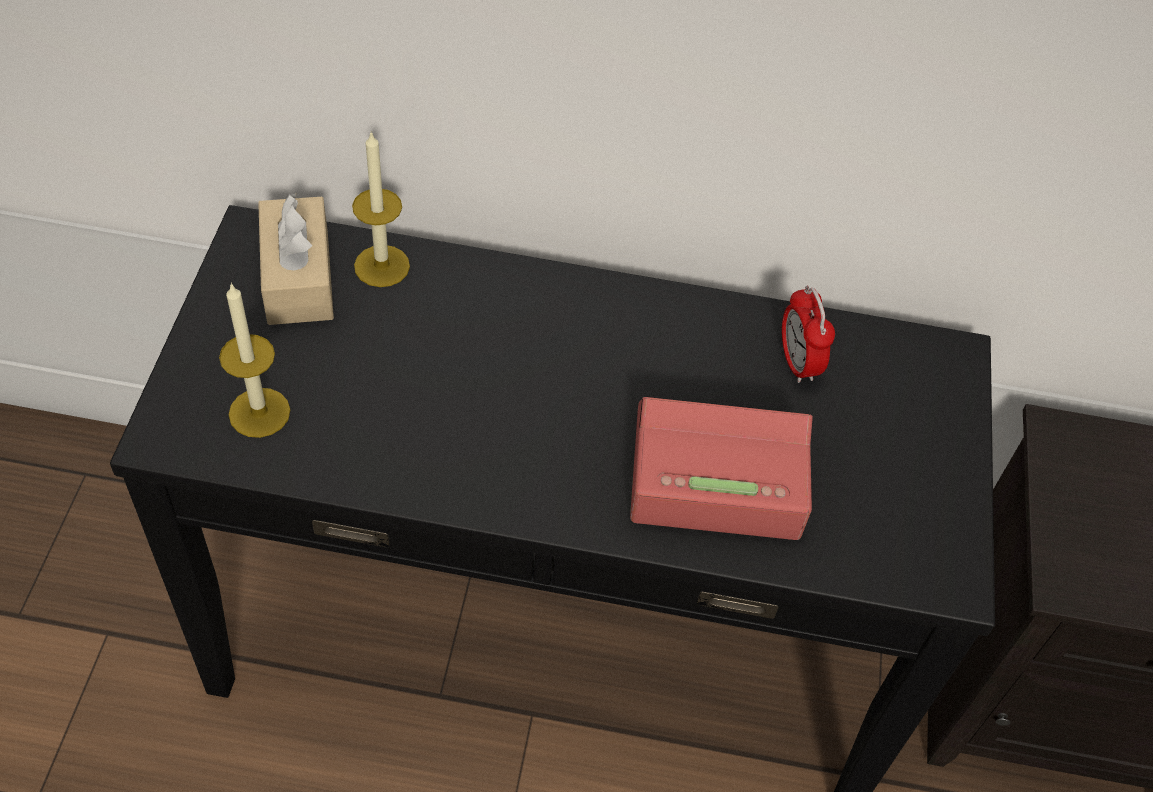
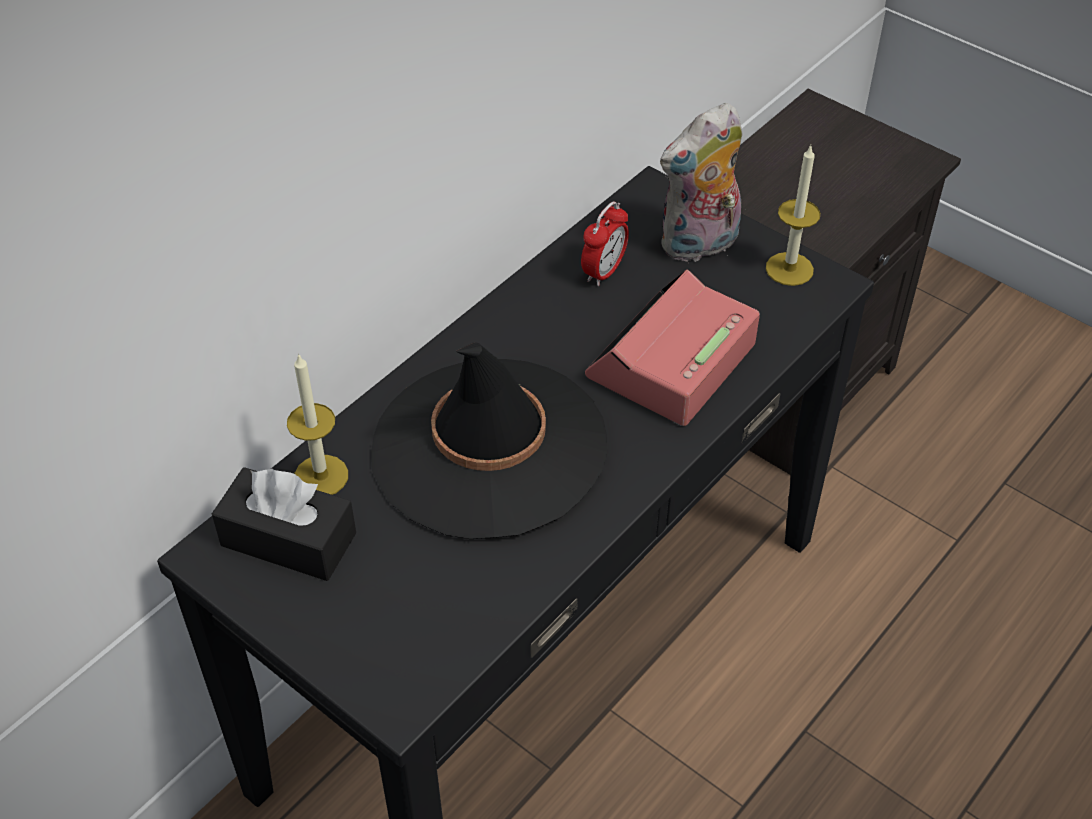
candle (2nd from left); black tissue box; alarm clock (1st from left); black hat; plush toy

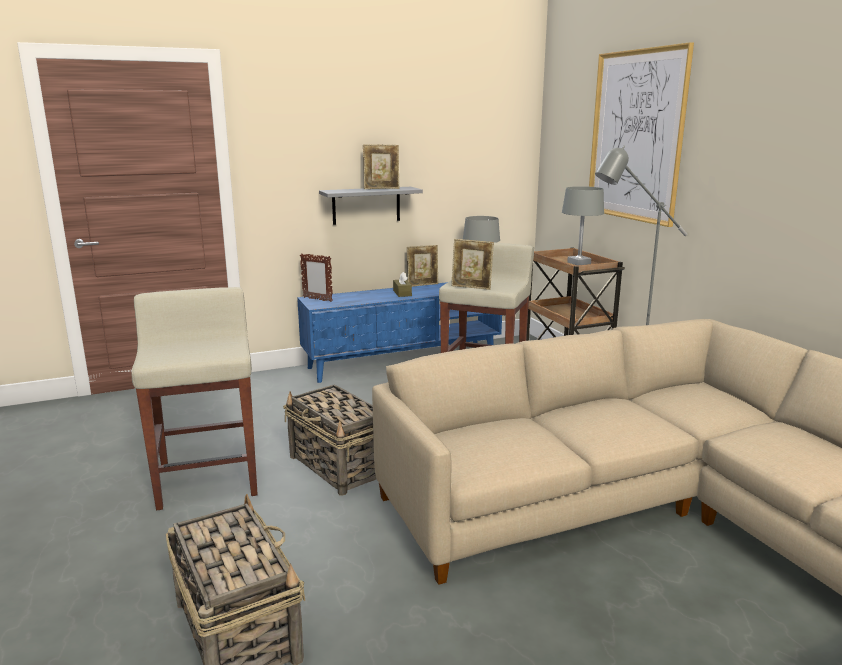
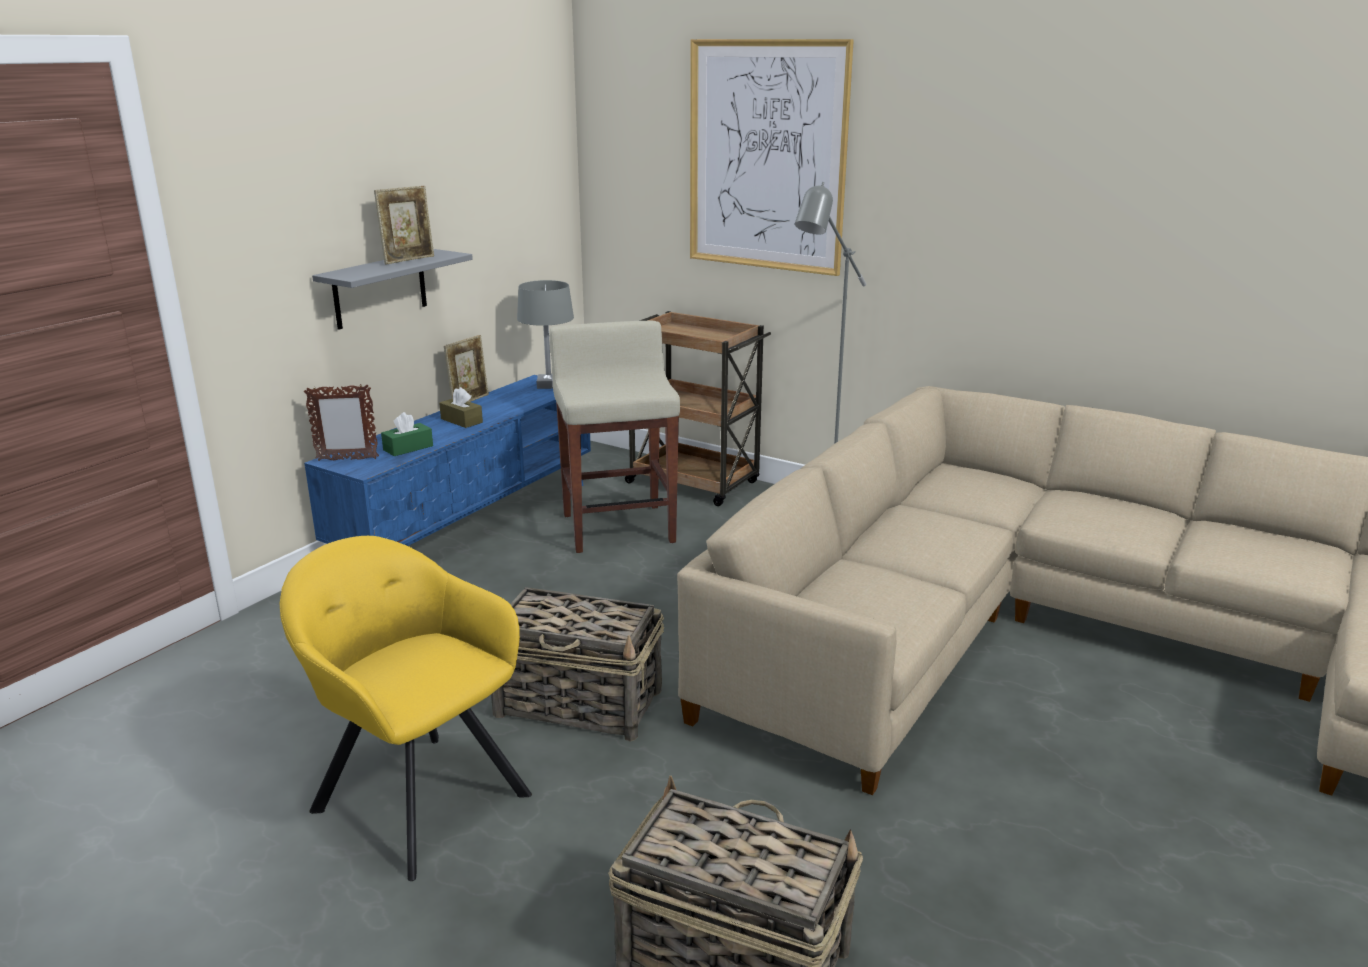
yellow armchair; picture frame (4th from left in the first image); grey table lamp (2nd from left in the first image); green tissue box

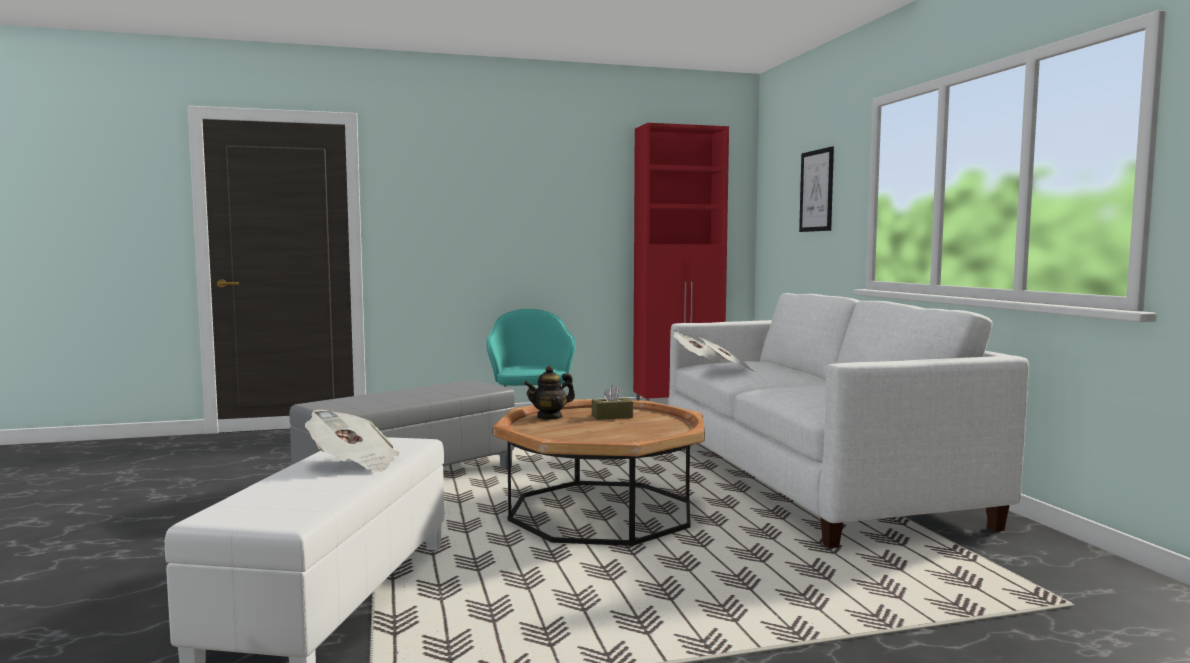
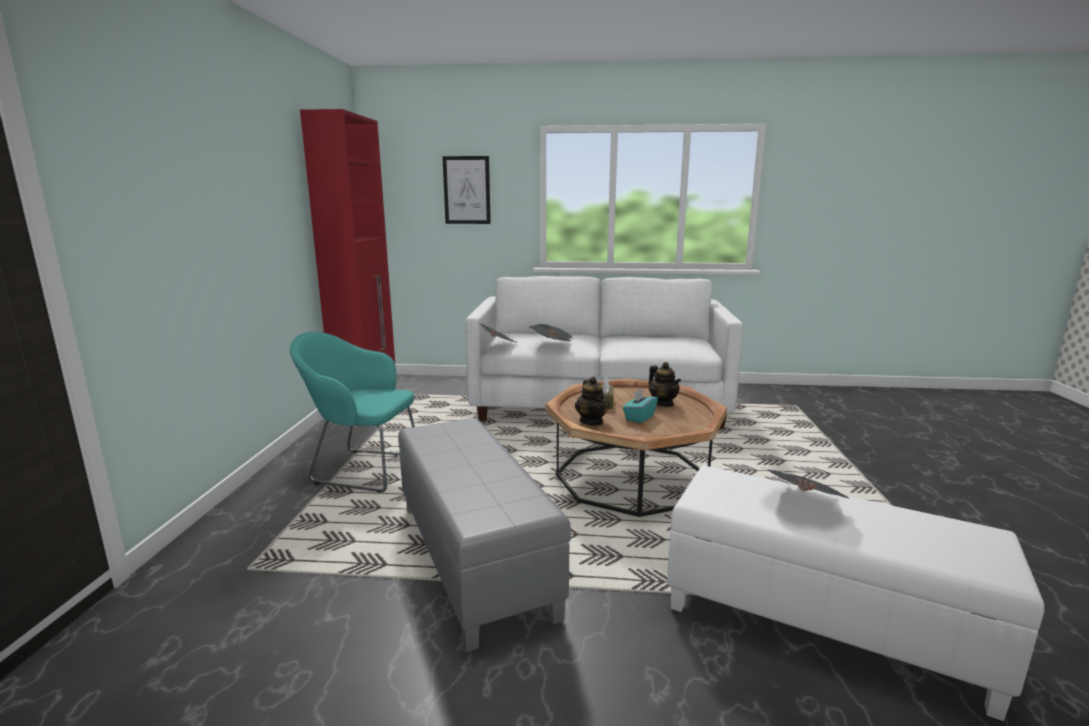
turquoise tissue box; teapot (2nd from left)

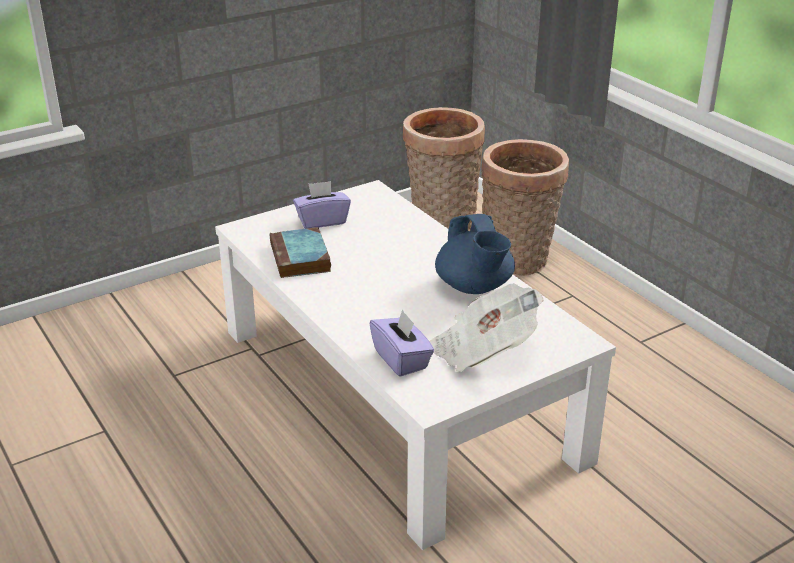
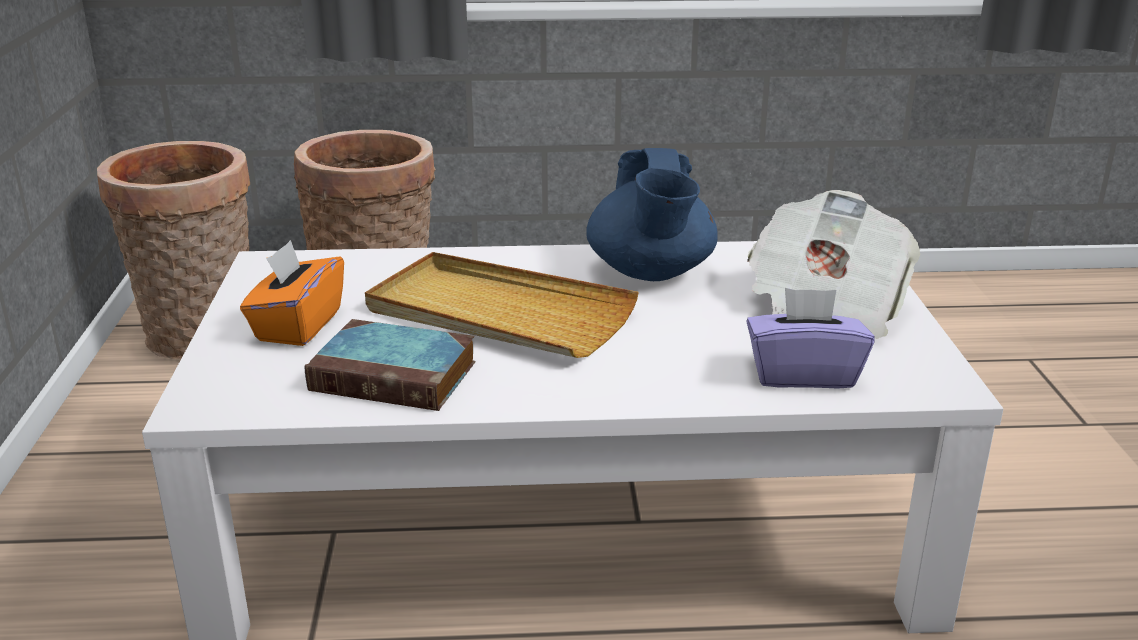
orange tissue box; blue teapot; beige tray

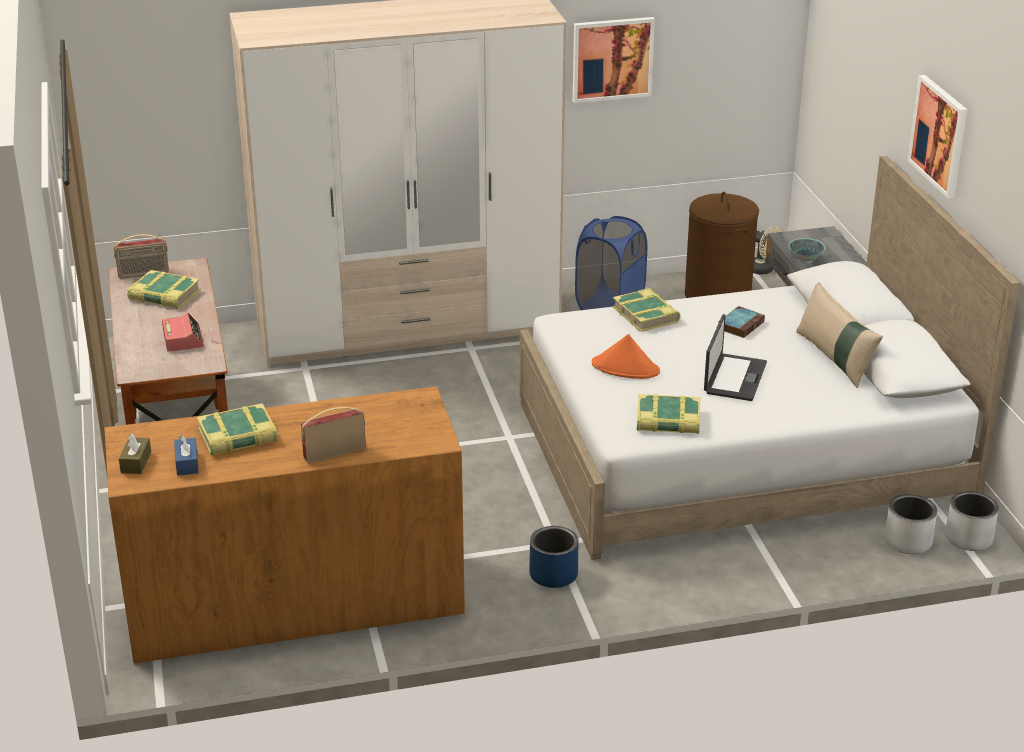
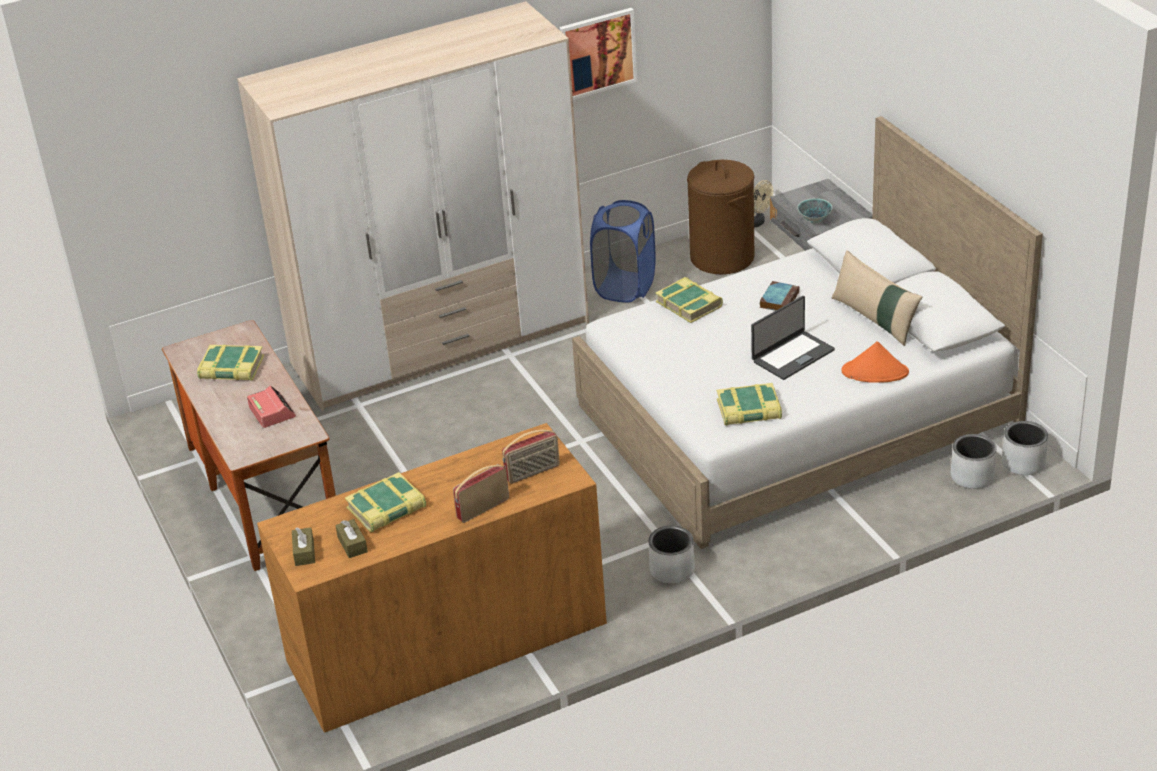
radio (2nd from left); brown tissue box (2nd from left); grey planter (1st from left); orange hat; laptop; picture (2nd from left in the first image)

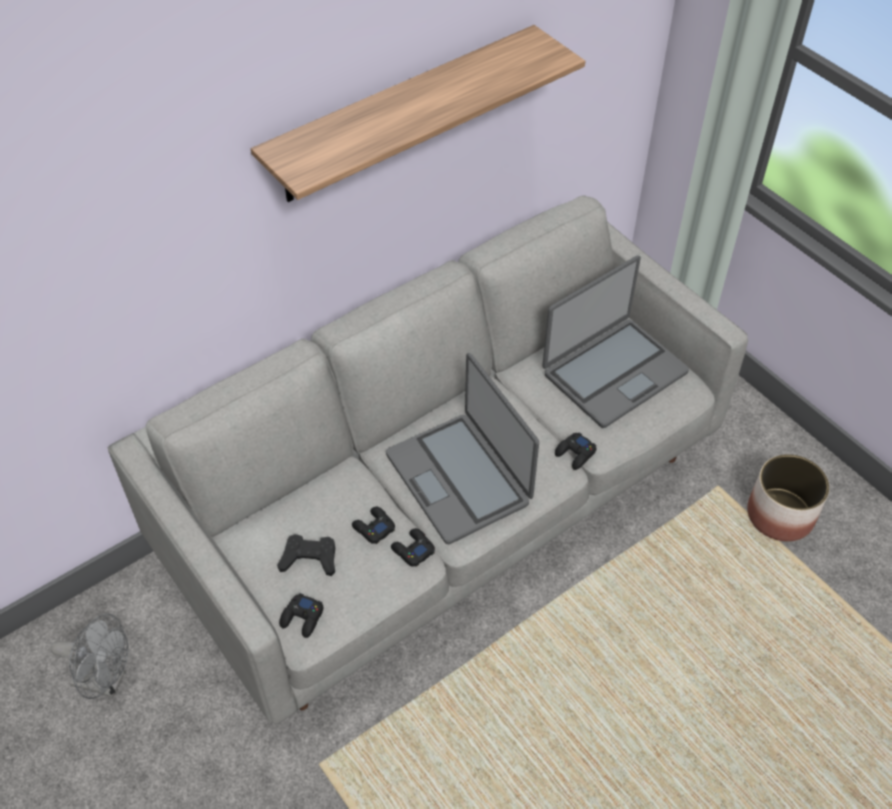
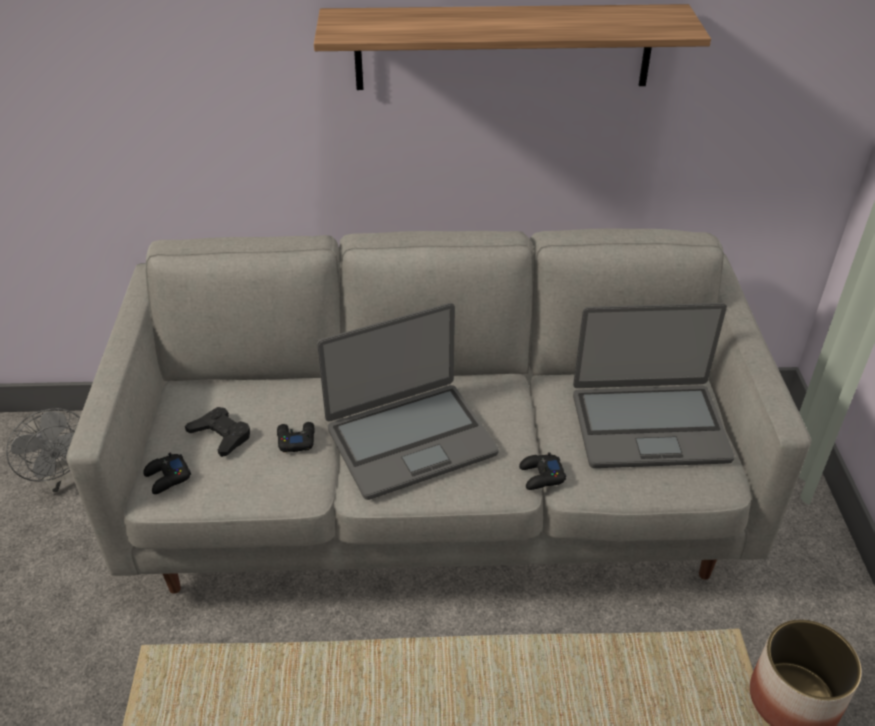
laptop (1st from left); black game controller (4th from left in the first image)

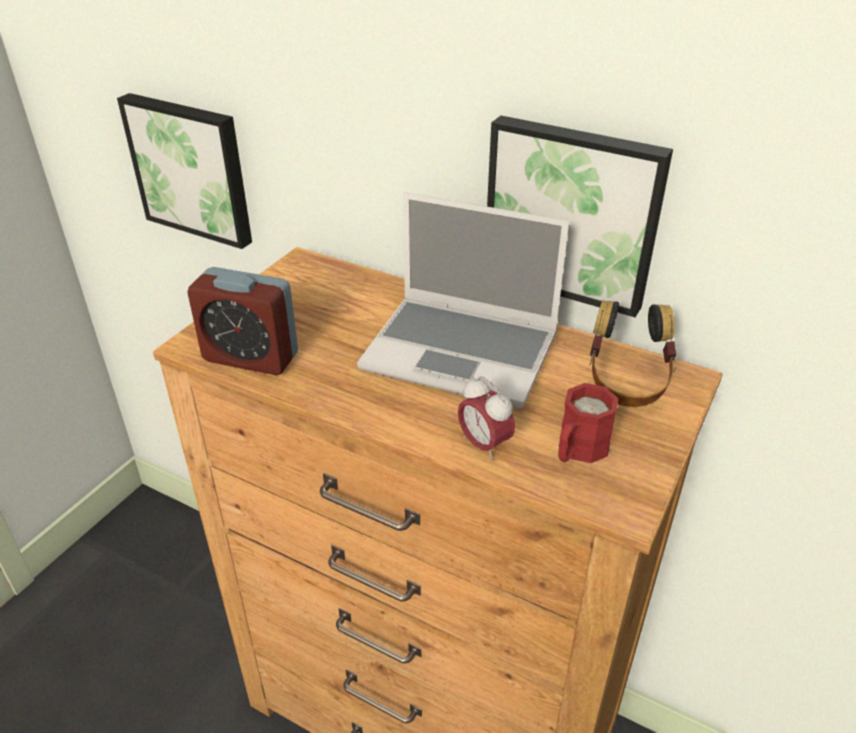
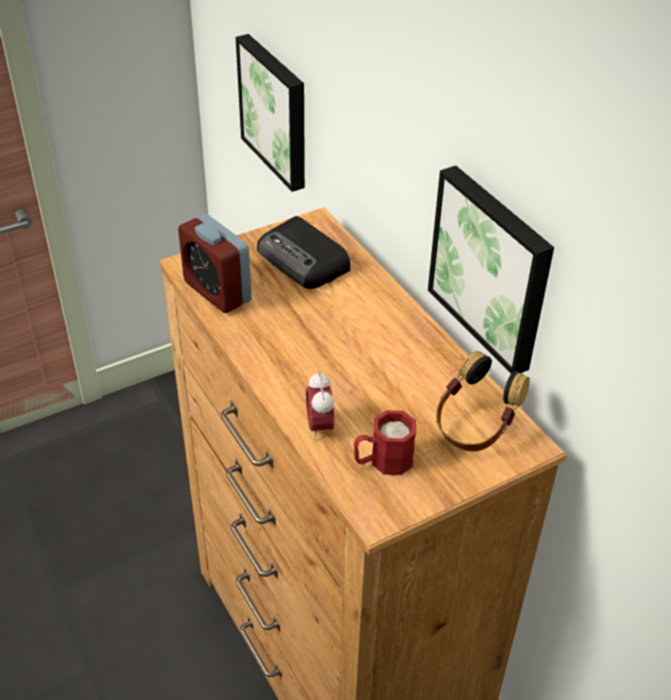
laptop; radio

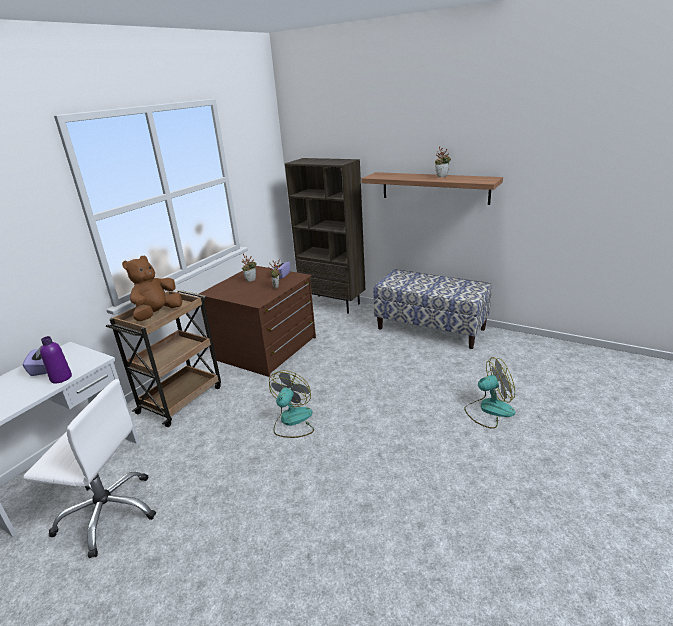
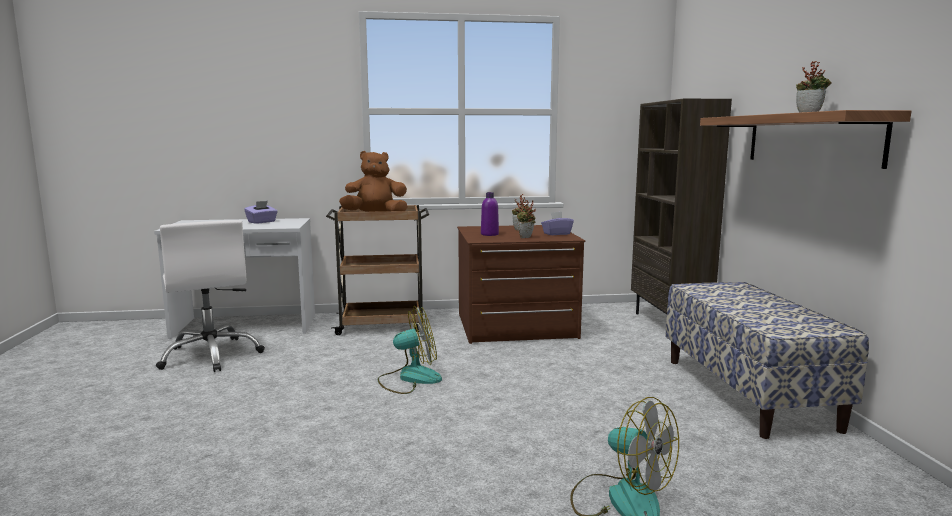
purple bottle

